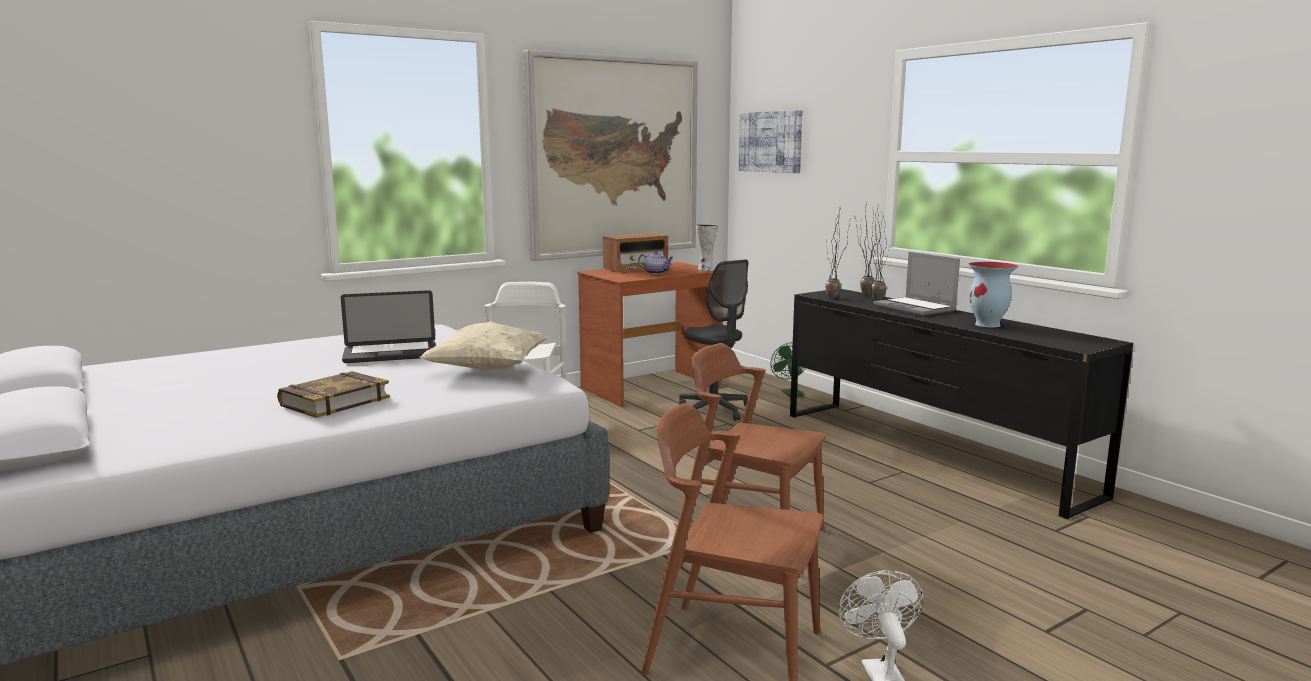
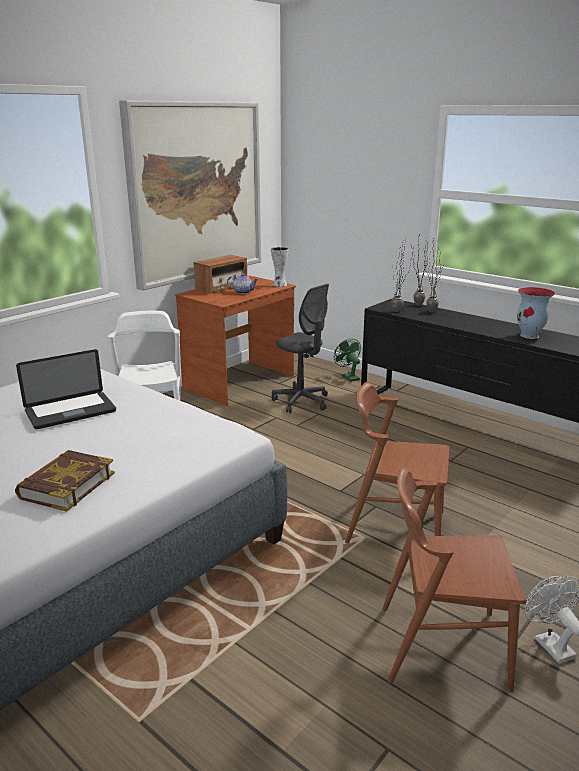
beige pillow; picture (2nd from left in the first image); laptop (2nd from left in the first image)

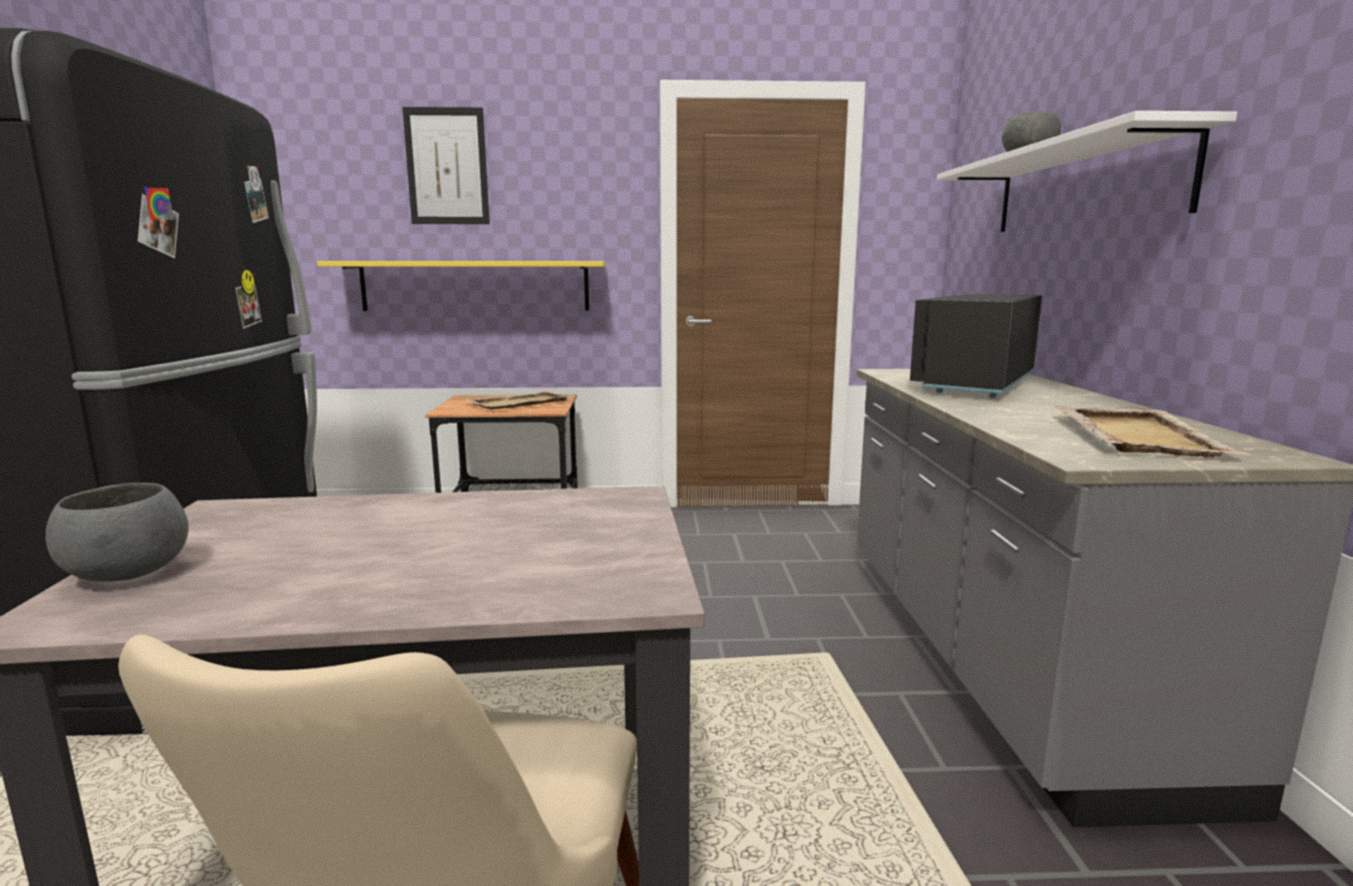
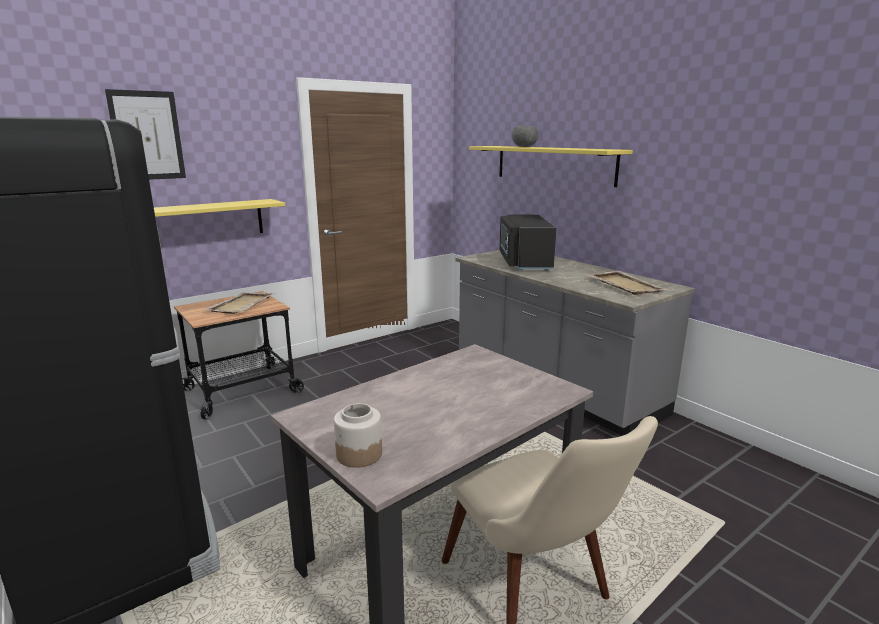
jar; yellow shelf (2nd from left)

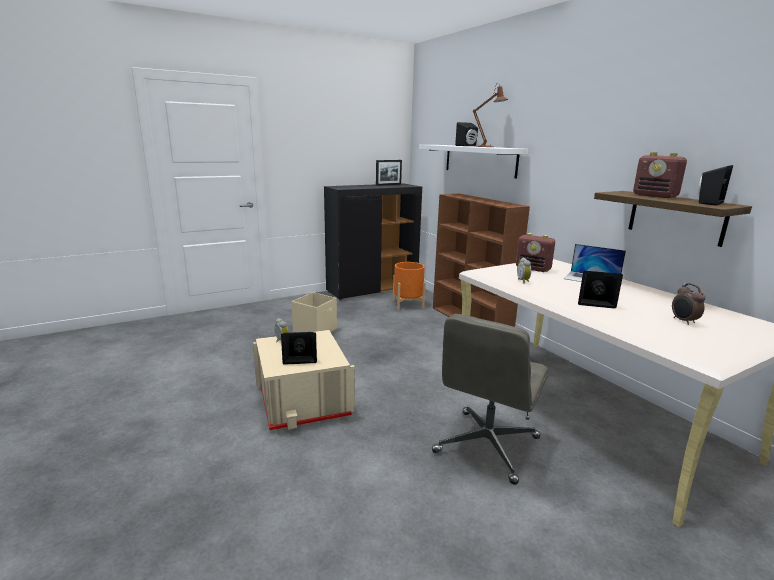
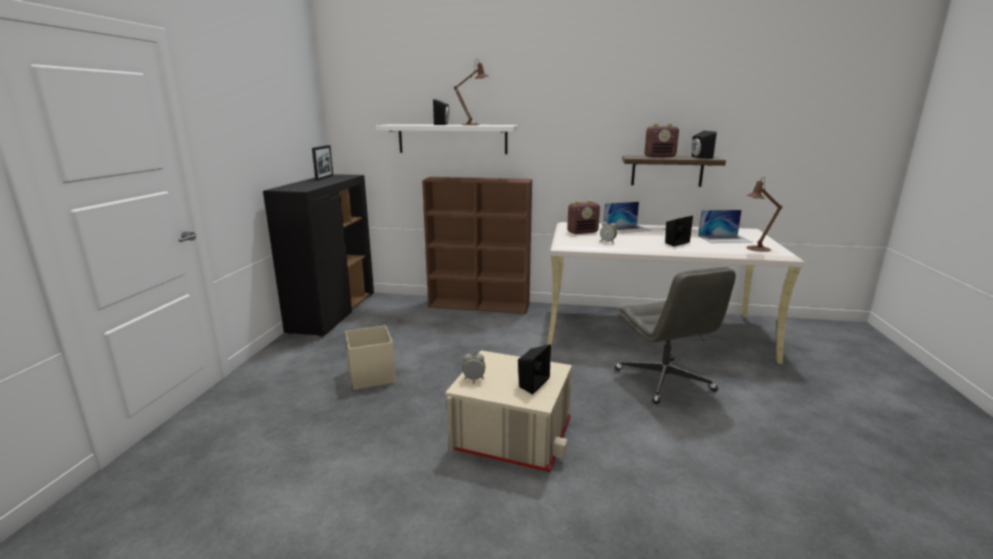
orange planter; laptop (2nd from left); brown table lamp (2nd from left)

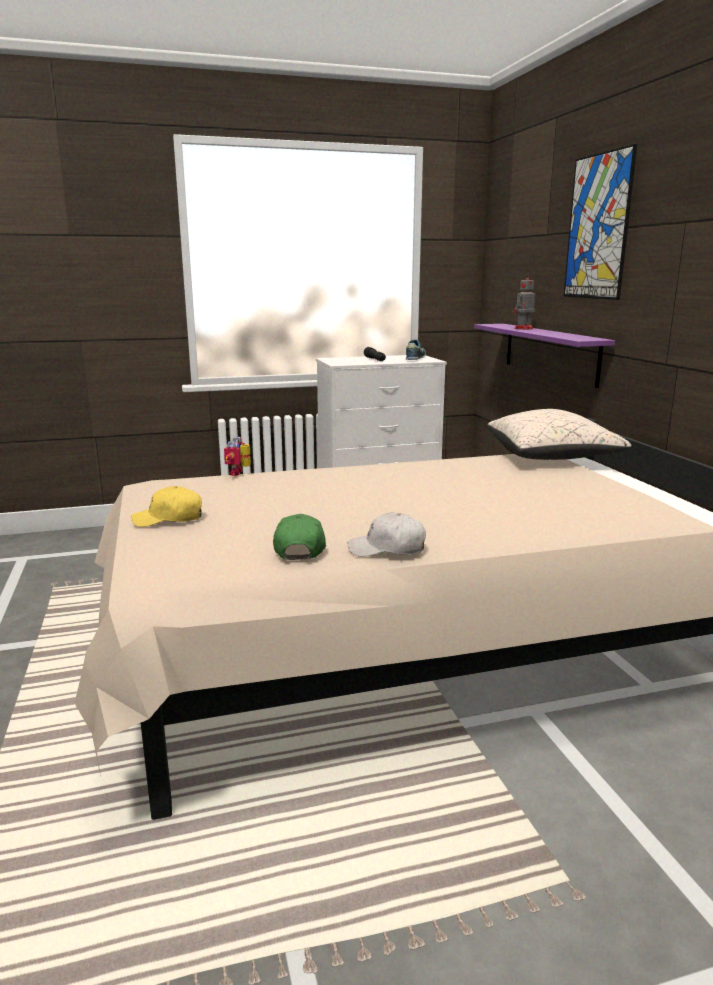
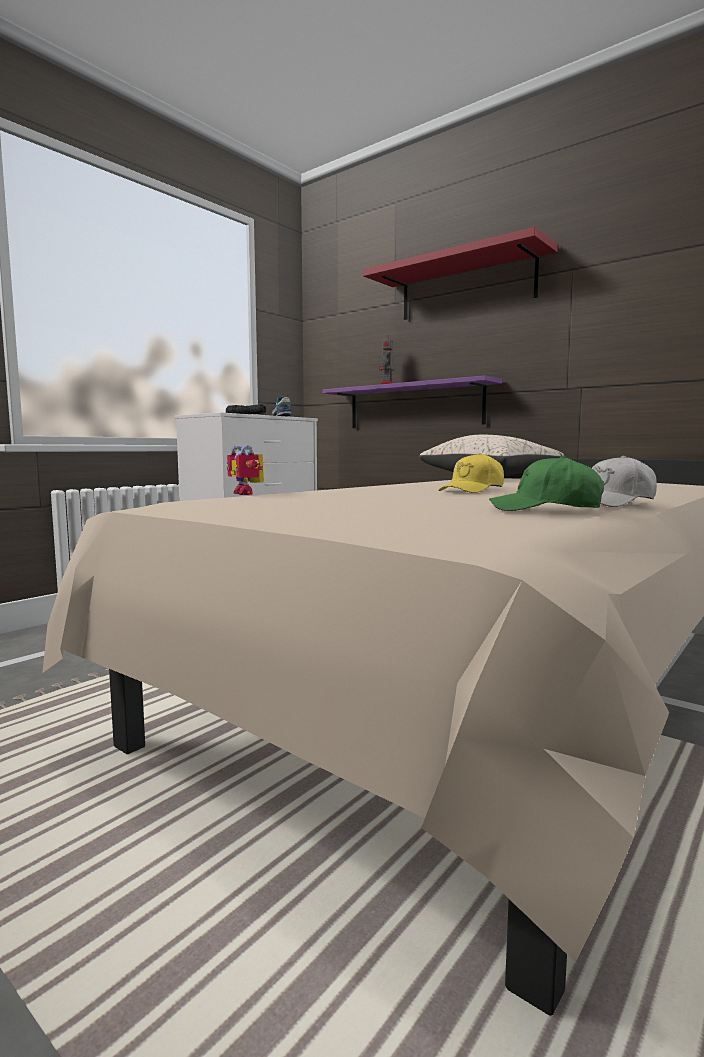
yellow cap; green cap; red shelf

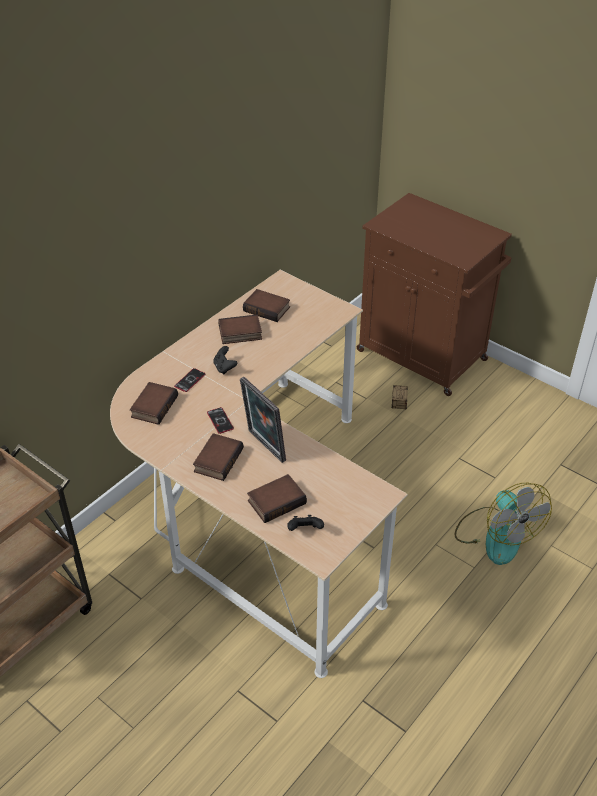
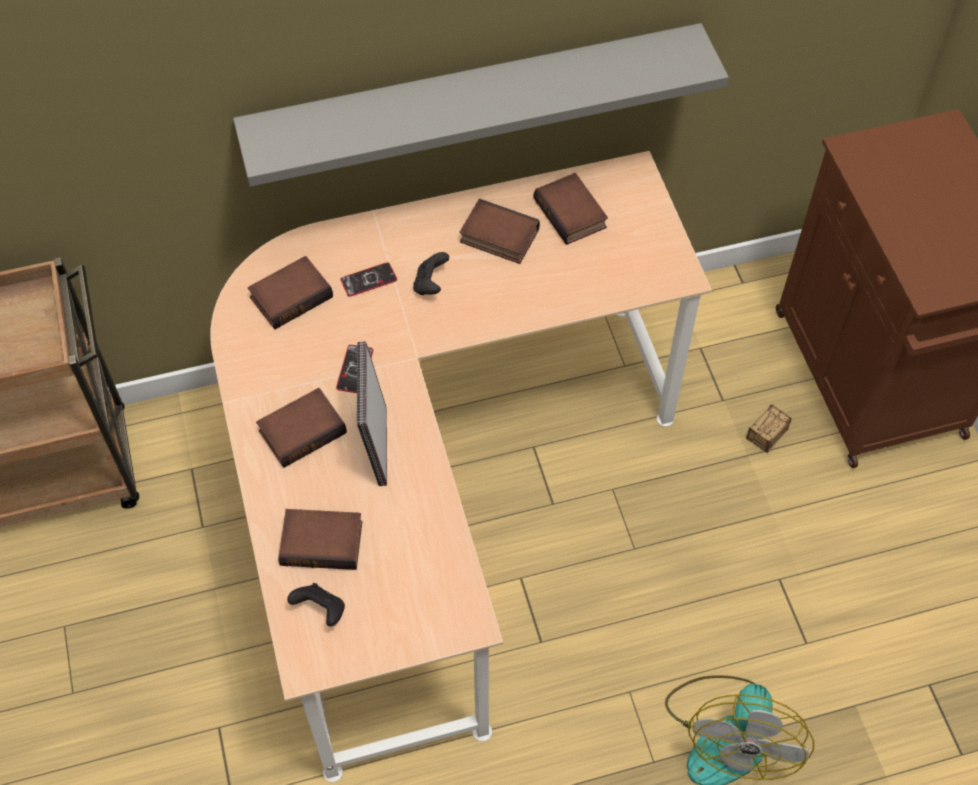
grey shelf

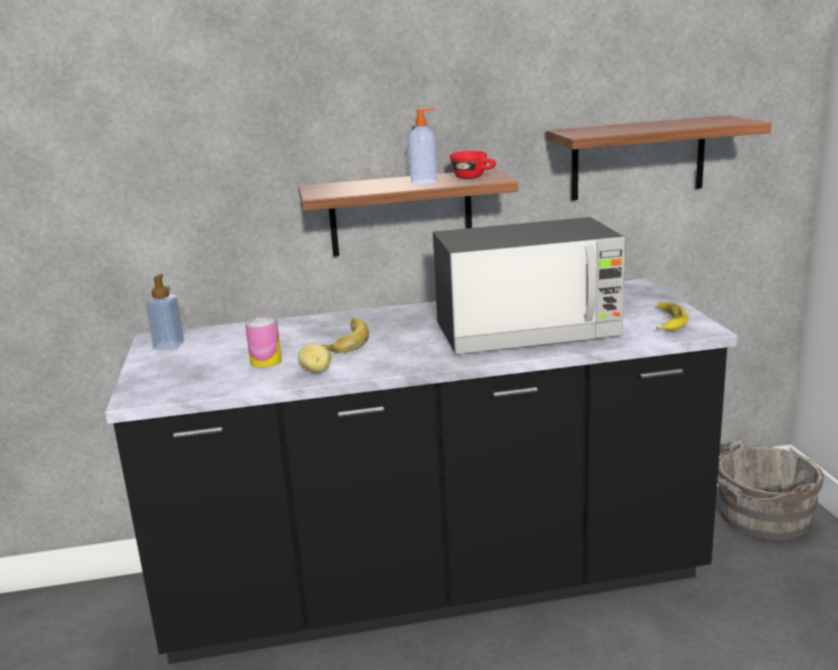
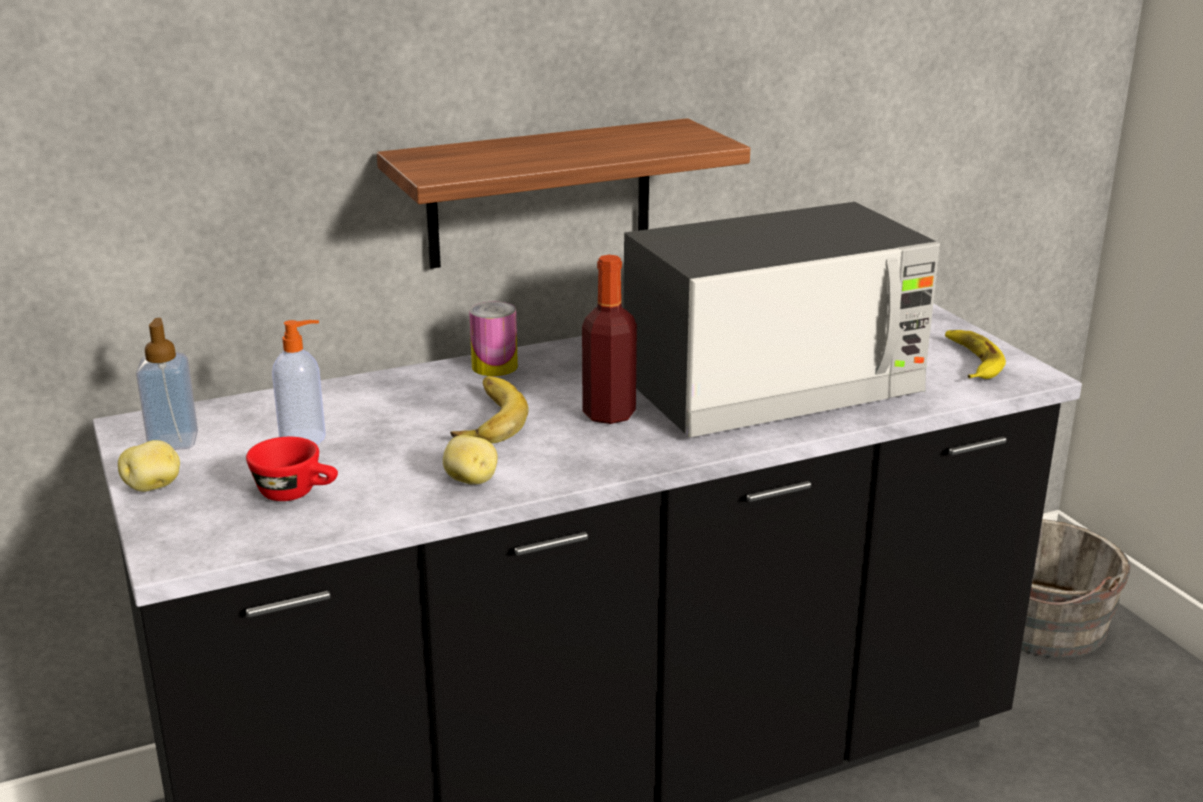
can; soap dispenser (2nd from left); red cup; shelf (2nd from left in the first image); potato (1st from left); bottle

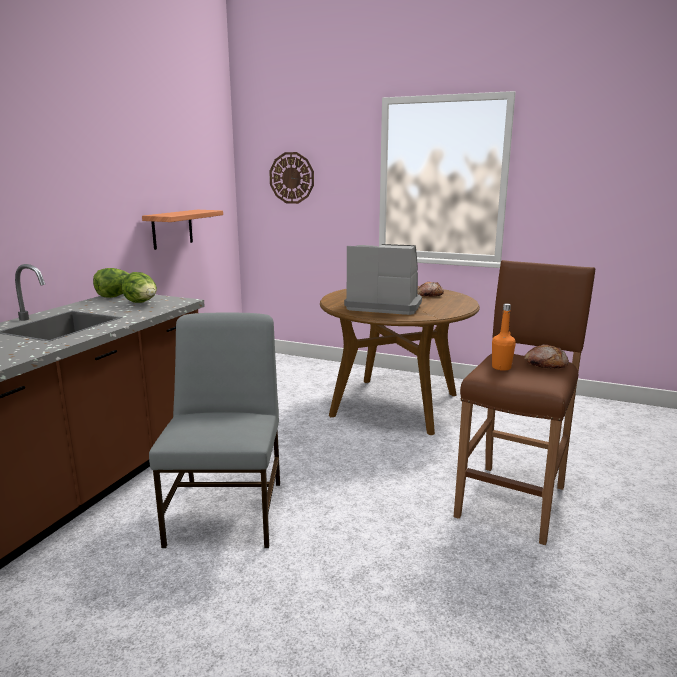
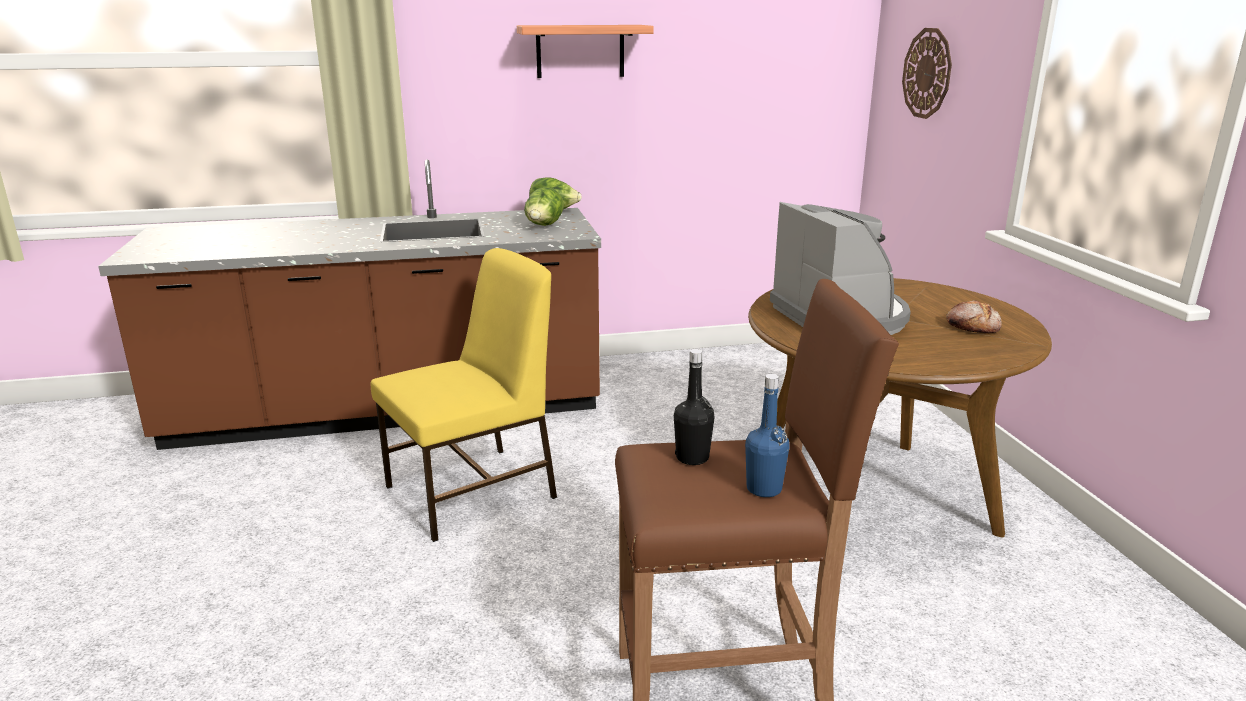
shelf; yellow chair; black bottle; blue bottle

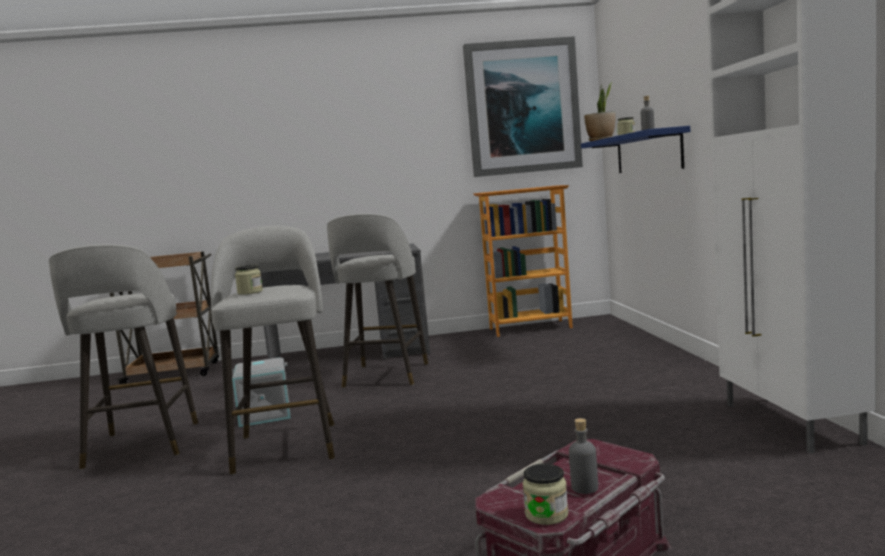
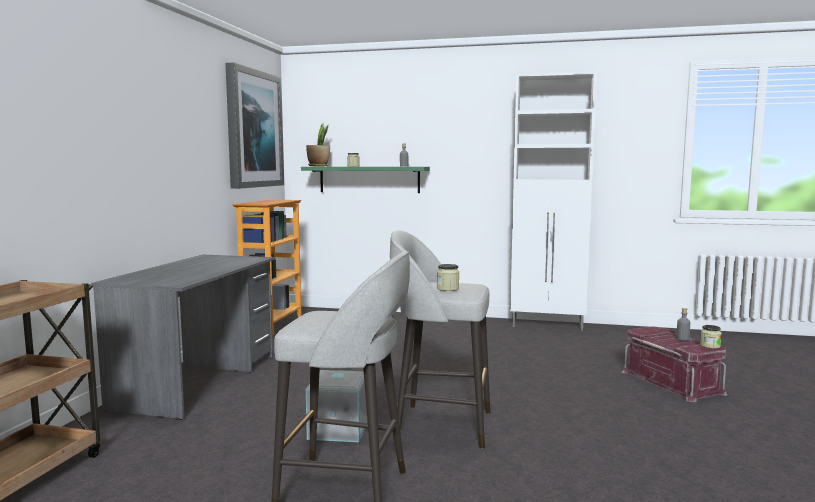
grey stool (3rd from left in the first image); green shelf

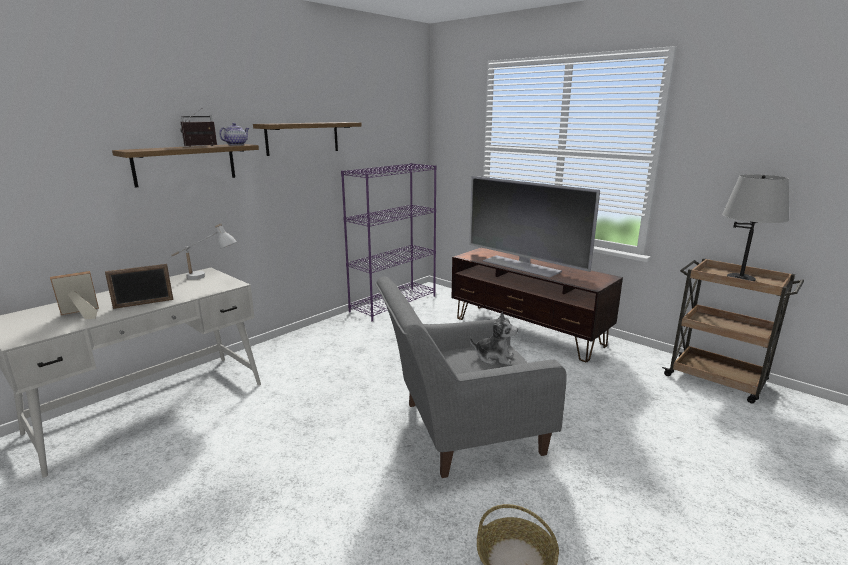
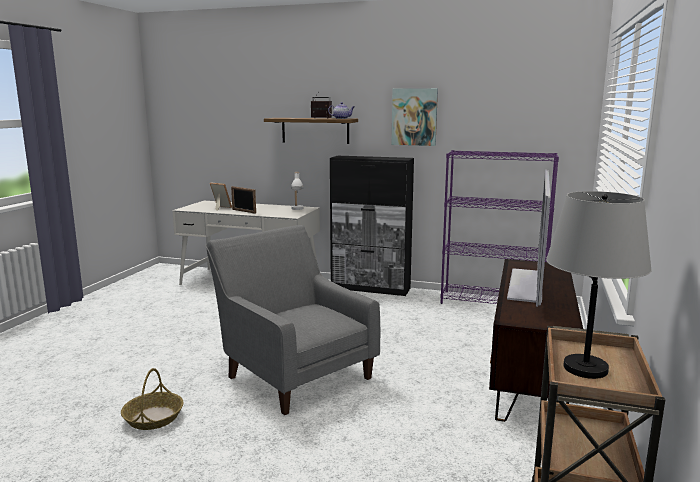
picture; plush toy; black cabinet

